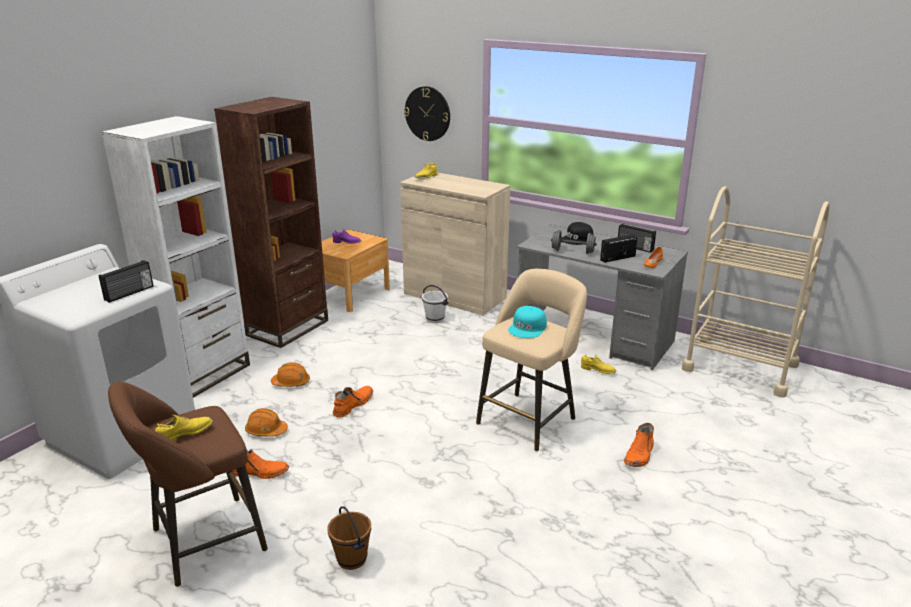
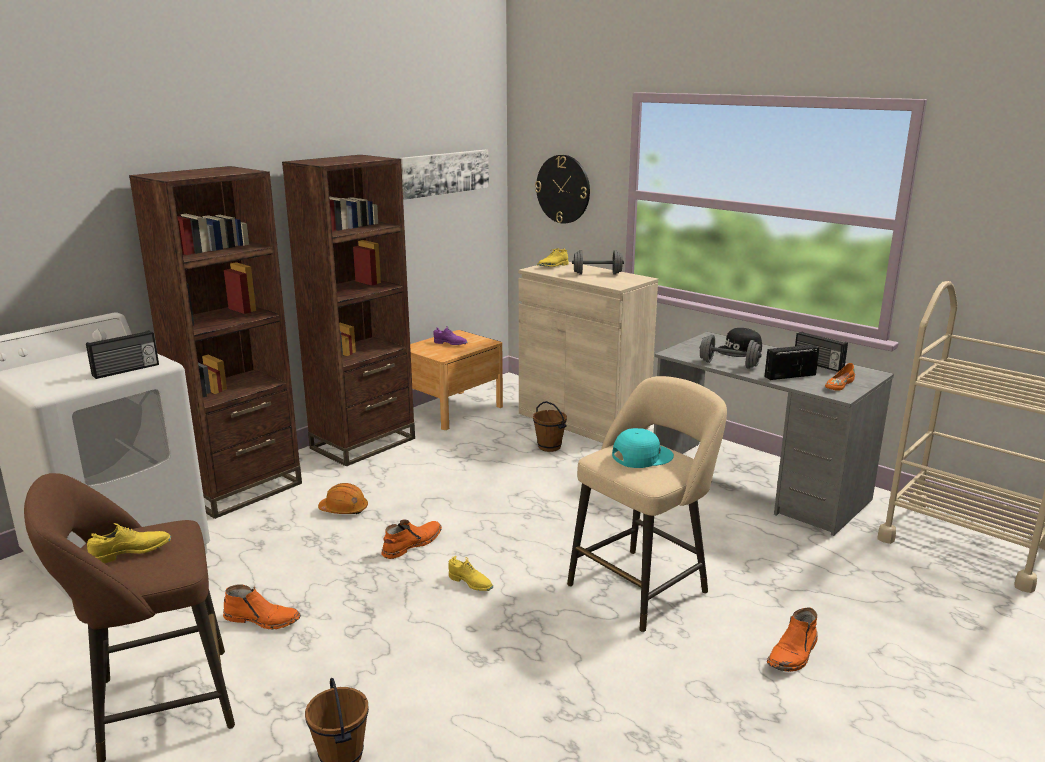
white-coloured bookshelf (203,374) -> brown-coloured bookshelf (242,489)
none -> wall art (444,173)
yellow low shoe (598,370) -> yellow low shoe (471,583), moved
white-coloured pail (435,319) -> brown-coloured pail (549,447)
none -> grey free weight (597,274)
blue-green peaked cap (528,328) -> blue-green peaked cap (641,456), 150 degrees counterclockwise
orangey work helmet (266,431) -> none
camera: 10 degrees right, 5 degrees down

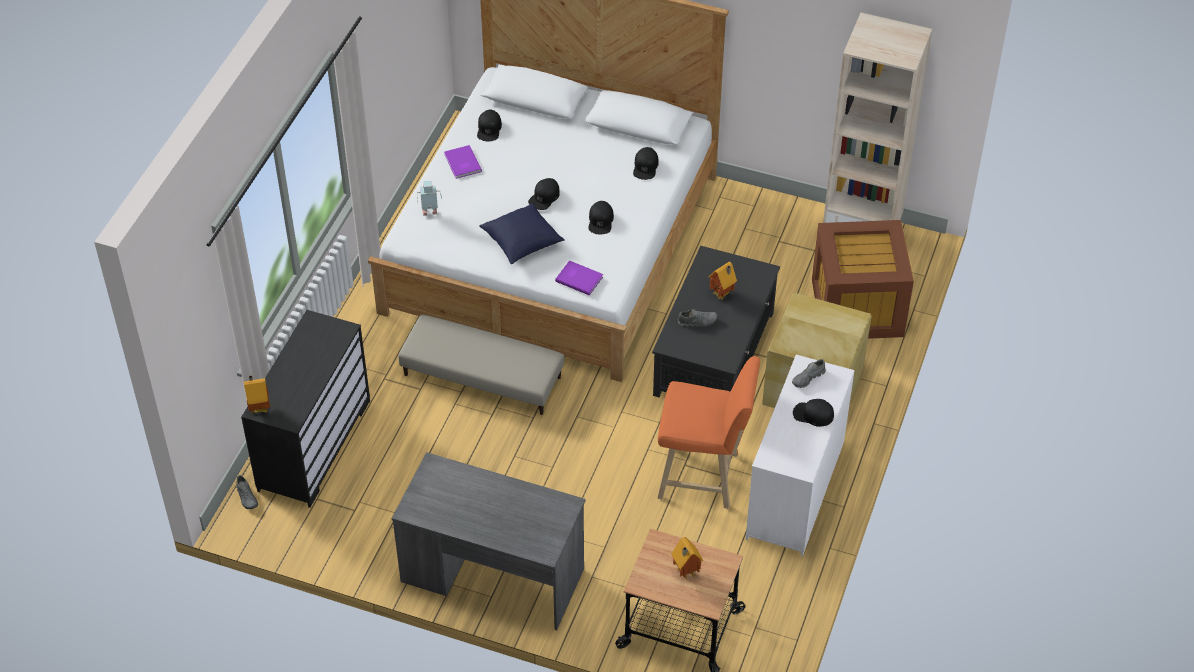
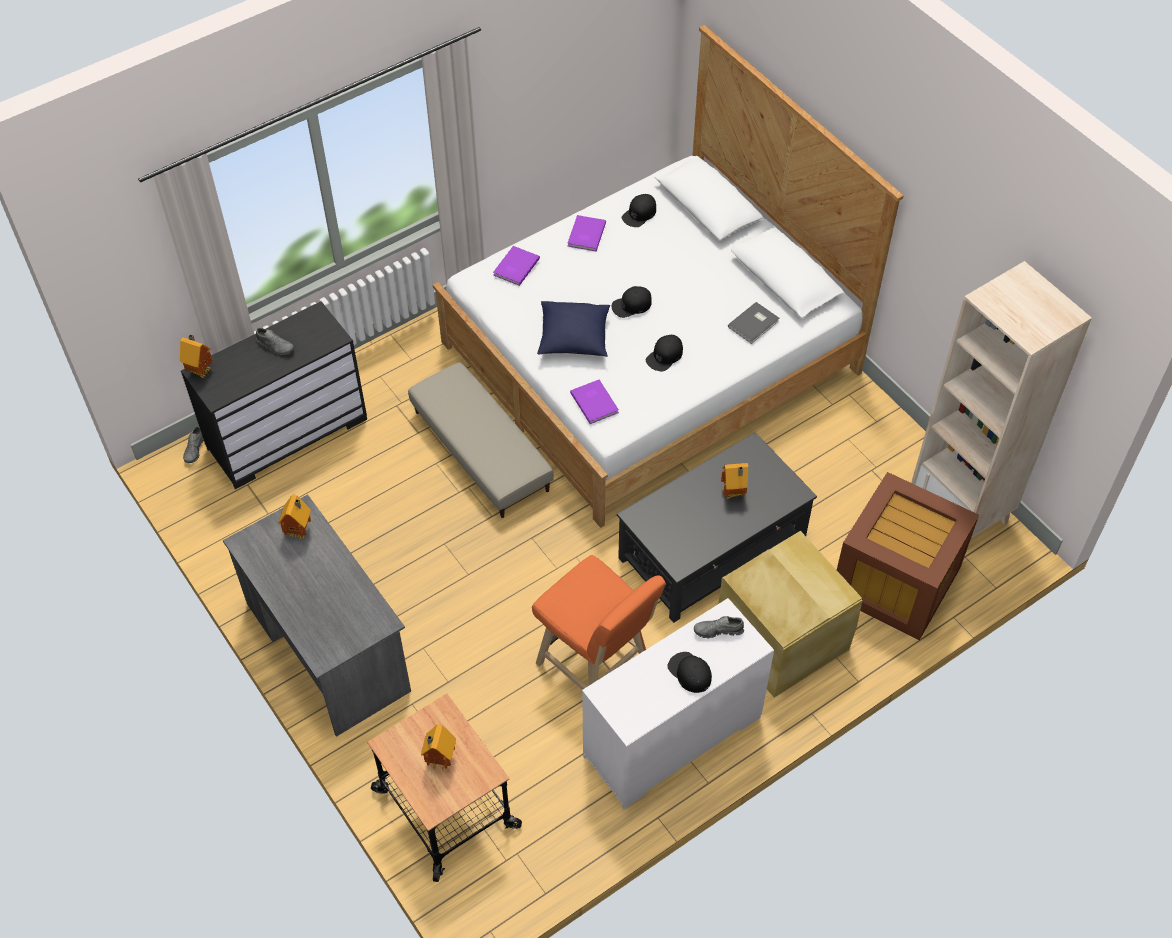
grey low shoe (697,321) -> grey low shoe (275,346), moved
none -> miniature house (300,532)
toy robot (430,212) -> purplish volume (515,267)
black peaked cap (645,166) -> grey volume (754,324)
camera: 35 degrees right, 5 degrees up

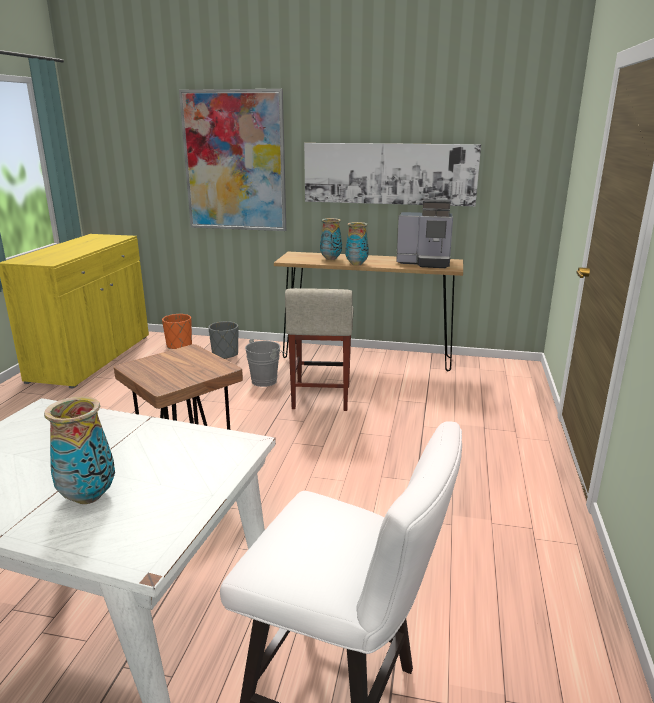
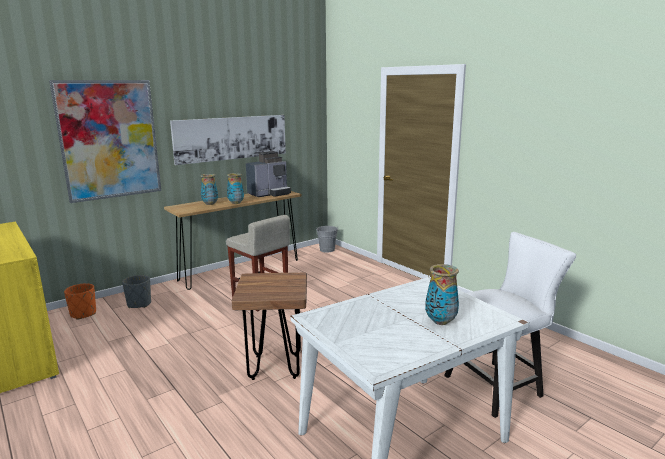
grey pail (266,380) -> grey pail (327,249), moved
camera: 50 degrees left, 5 degrees down

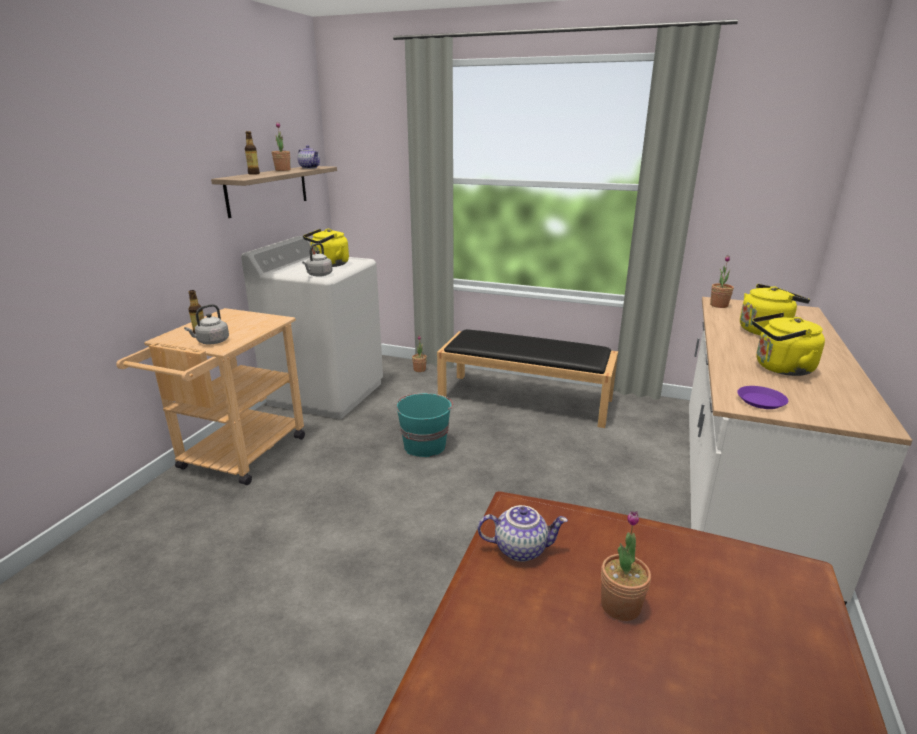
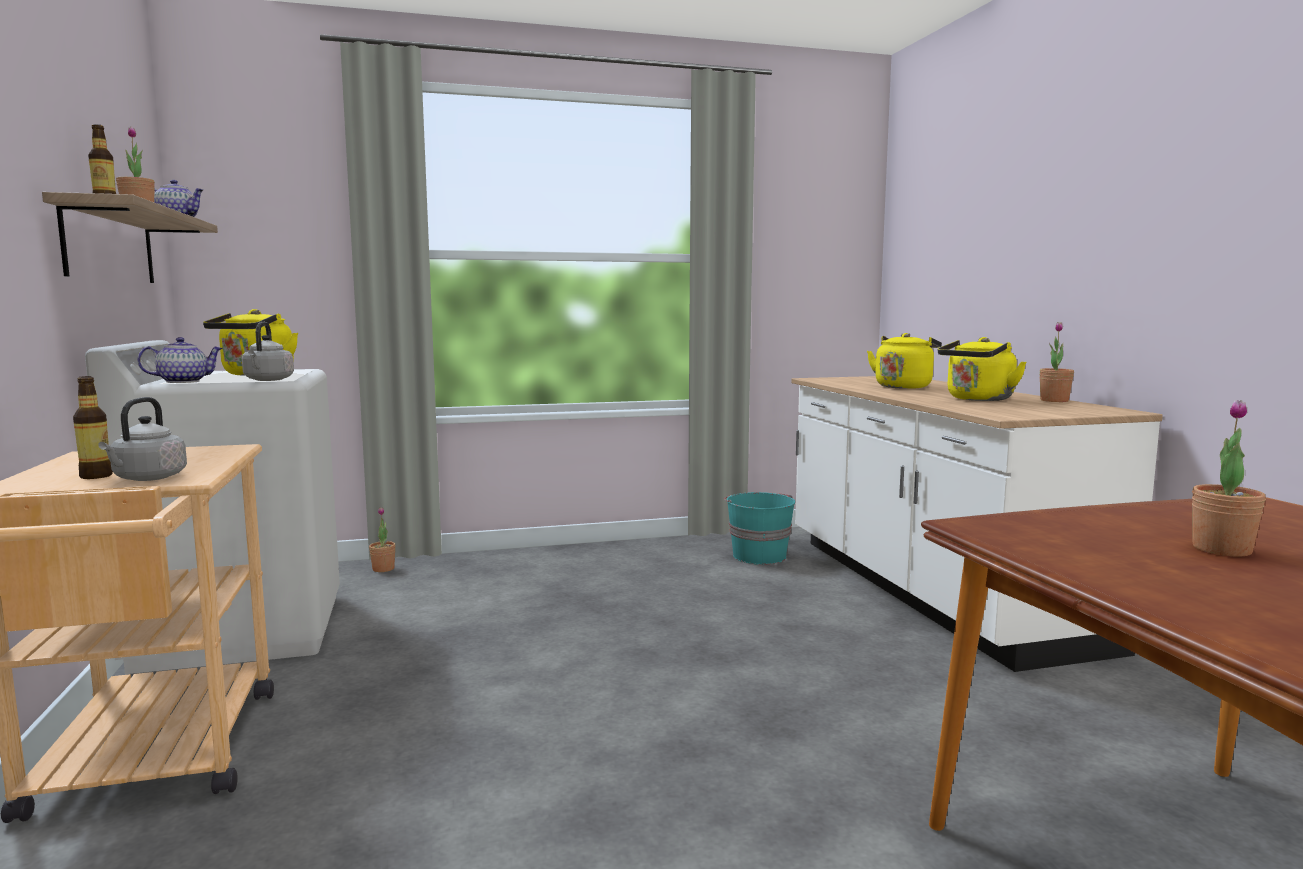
pot for tea (521,548) -> pot for tea (184,381), moved
blue-green pail (425,445) -> blue-green pail (758,556), moved
plant in a pot (719,305) -> plant in a pot (1054,400), moved
black indoor bench (526,399) -> none
purplish plate (761,401) -> none
camera: 35 degrees left, 15 degrees down

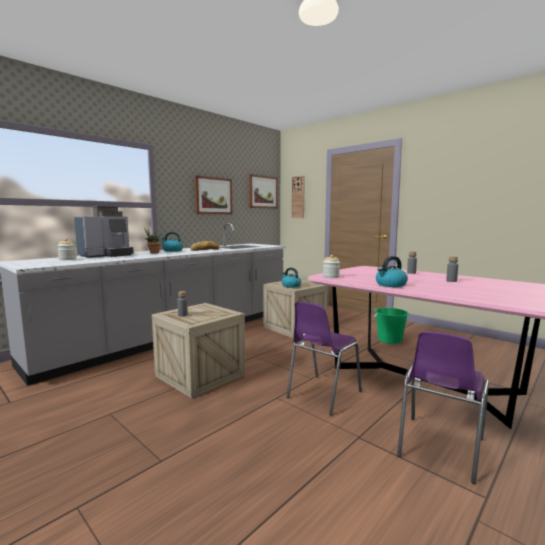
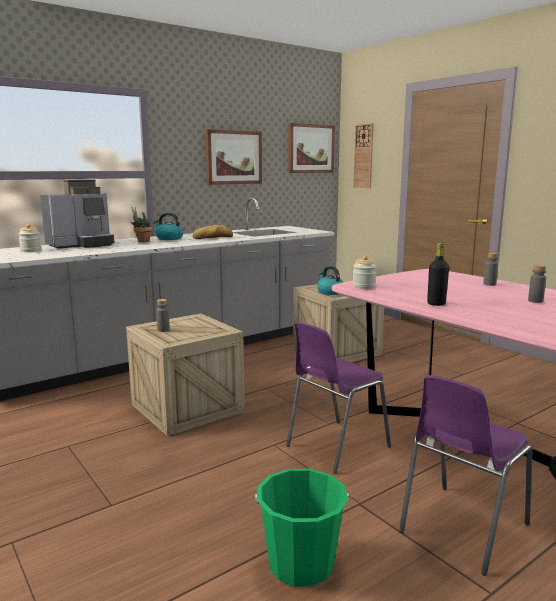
green pail (389,340) -> green pail (301,564), moved
water kettle (390,285) -> black bottle (436,304)
camera: 10 degrees right, 5 degrees up

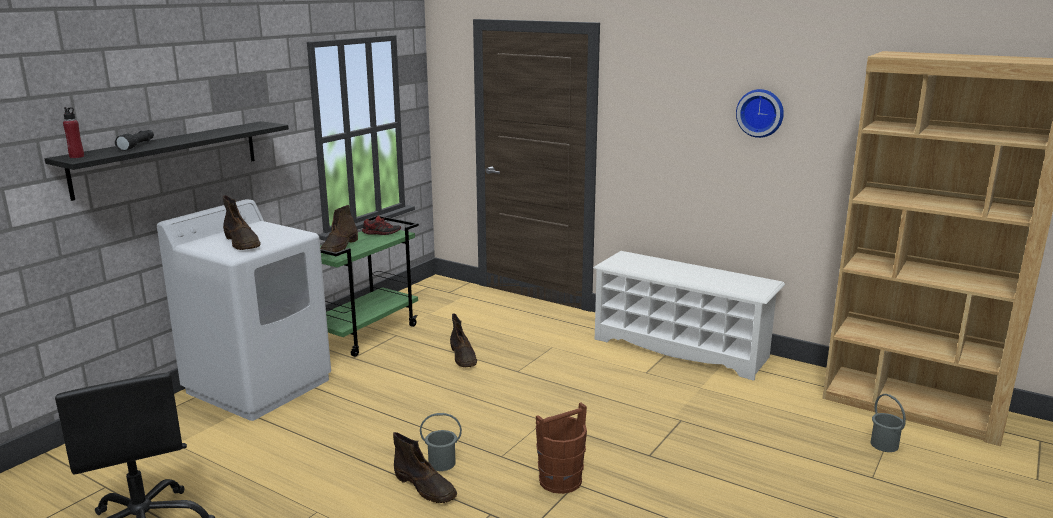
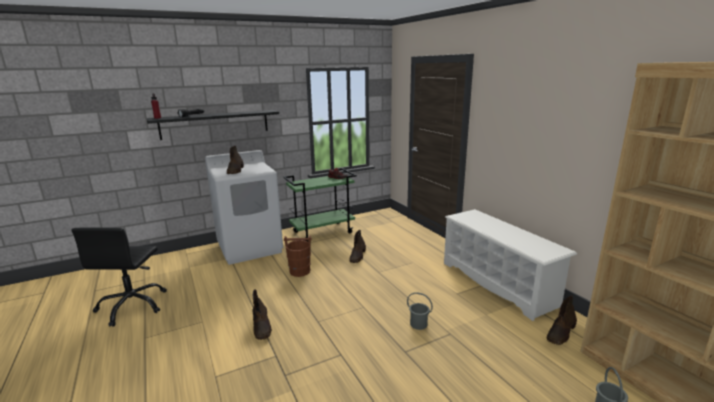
brown-coloured pail (560,480) -> brown-coloured pail (300,271), moved
grey pail (442,463) -> grey pail (418,324), moved
brown-coloured tall boot (339,247) -> brown-coloured tall boot (561,333), moved
wall clock (760,113) -> none
camera: 30 degrees right, 0 degrees up

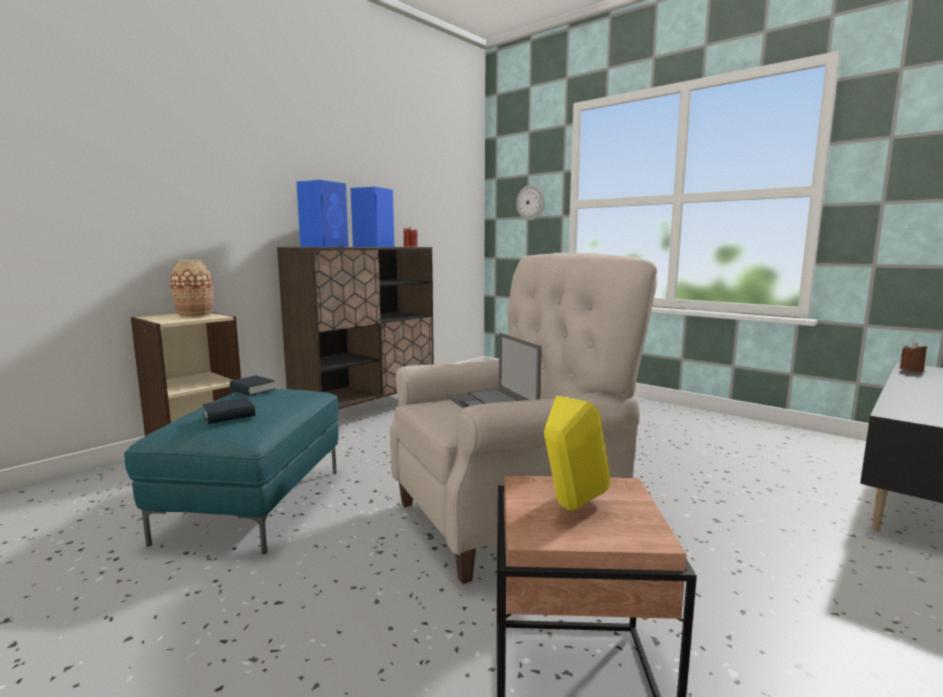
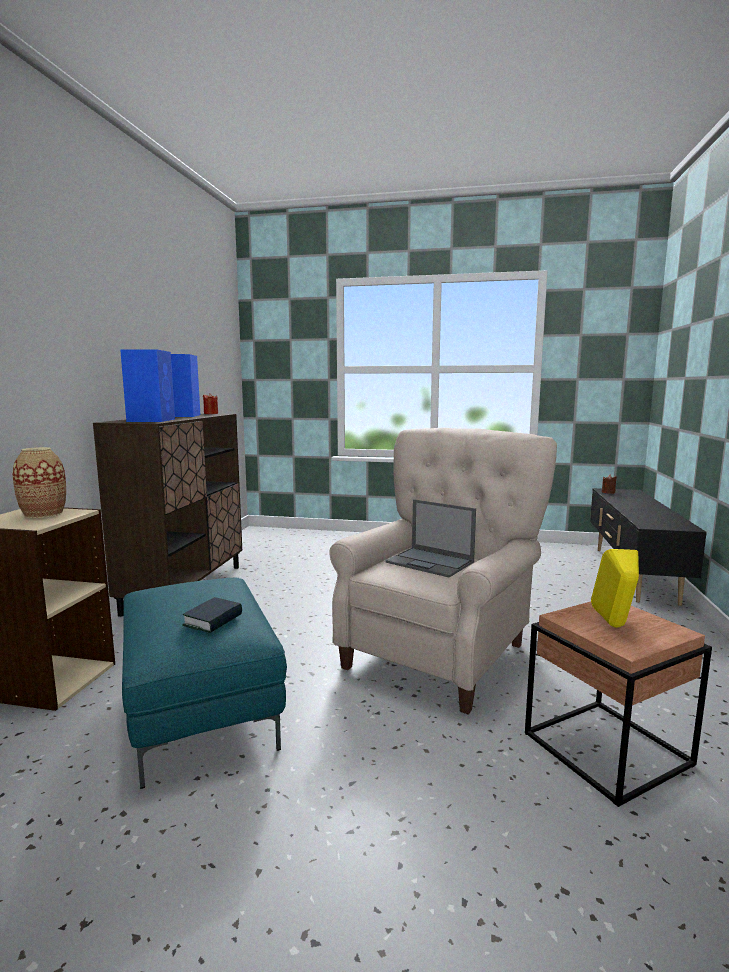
volume (252,390) -> none
wall clock (531,202) -> none
camera: 30 degrees left, 0 degrees up

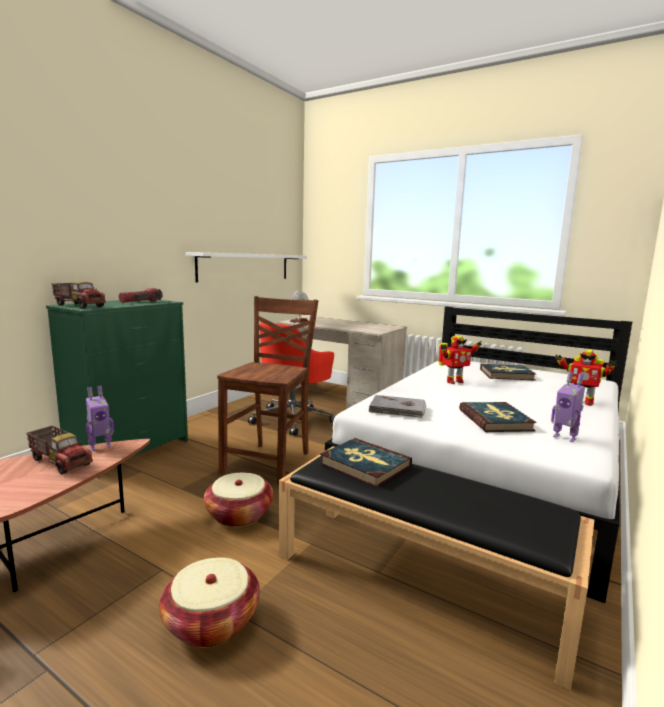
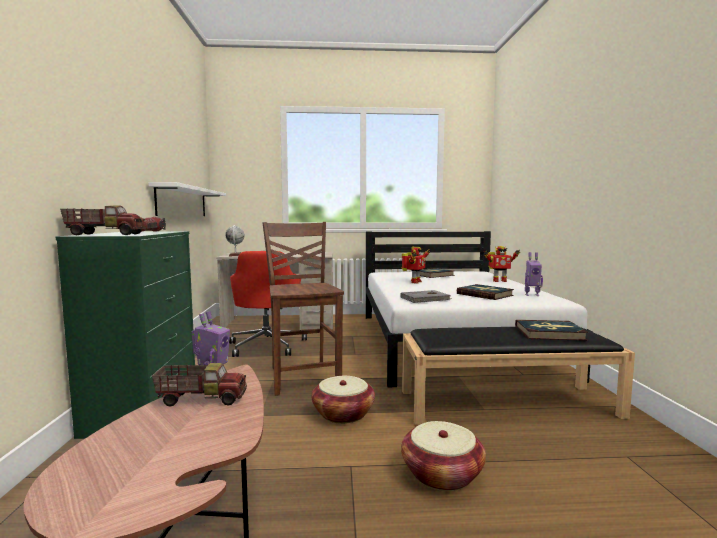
volume (365,465) -> volume (549,333), moved
camera: 35 degrees left, 5 degrees down

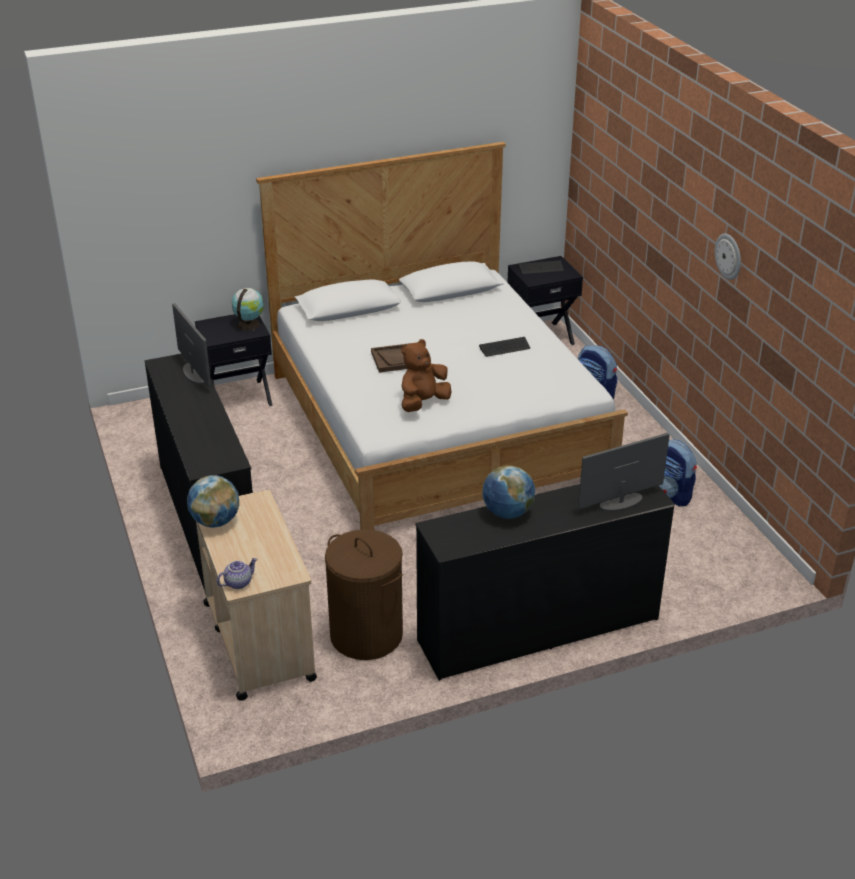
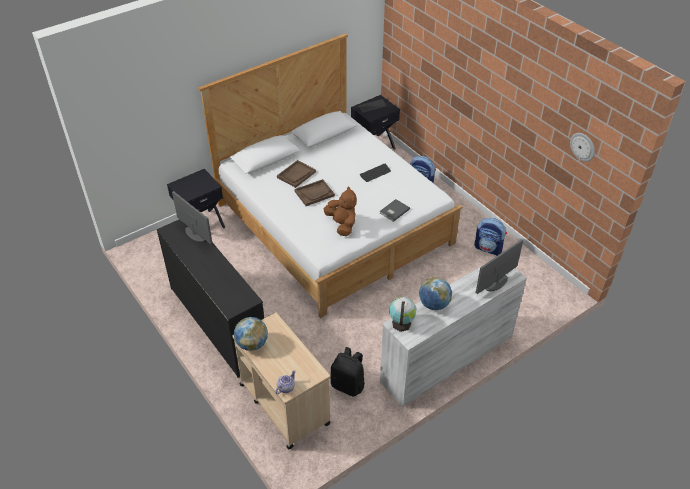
none -> brown-coloured tray (296,175)
brown-coloured plush toy (423,403) -> brown-coloured plush toy (342,225), 120 degrees clockwise
brown-coloured washing basket (366,635) -> black rucksack (348,385)
none -> grey volume (393,211)
black chest of drawers (537,629) -> white-coloured chest of drawers (446,358)
globe (249,324) -> globe (401,323), moved
wall clock (729,256) -> wall clock (583,146), moved
camera: 15 degrees left, 10 degrees up

